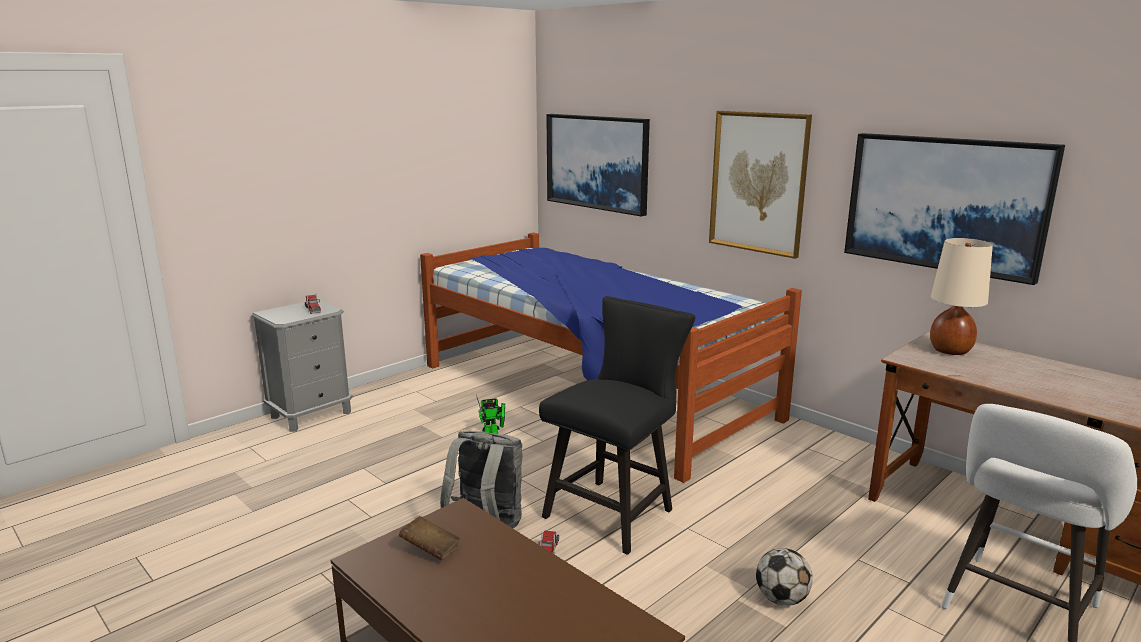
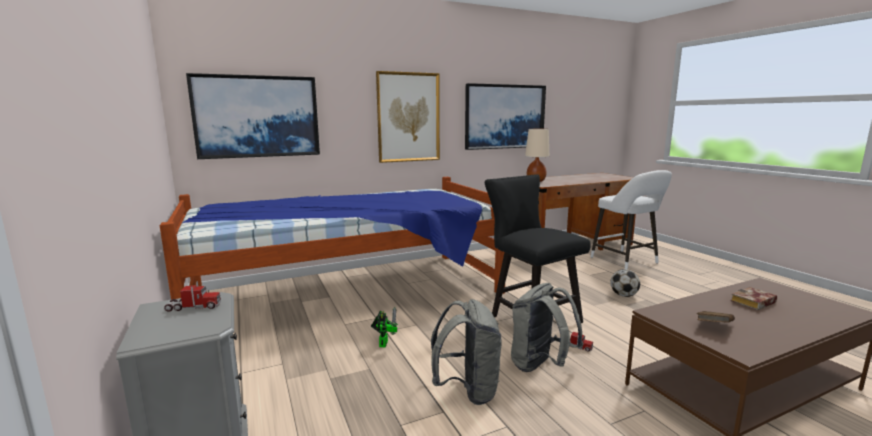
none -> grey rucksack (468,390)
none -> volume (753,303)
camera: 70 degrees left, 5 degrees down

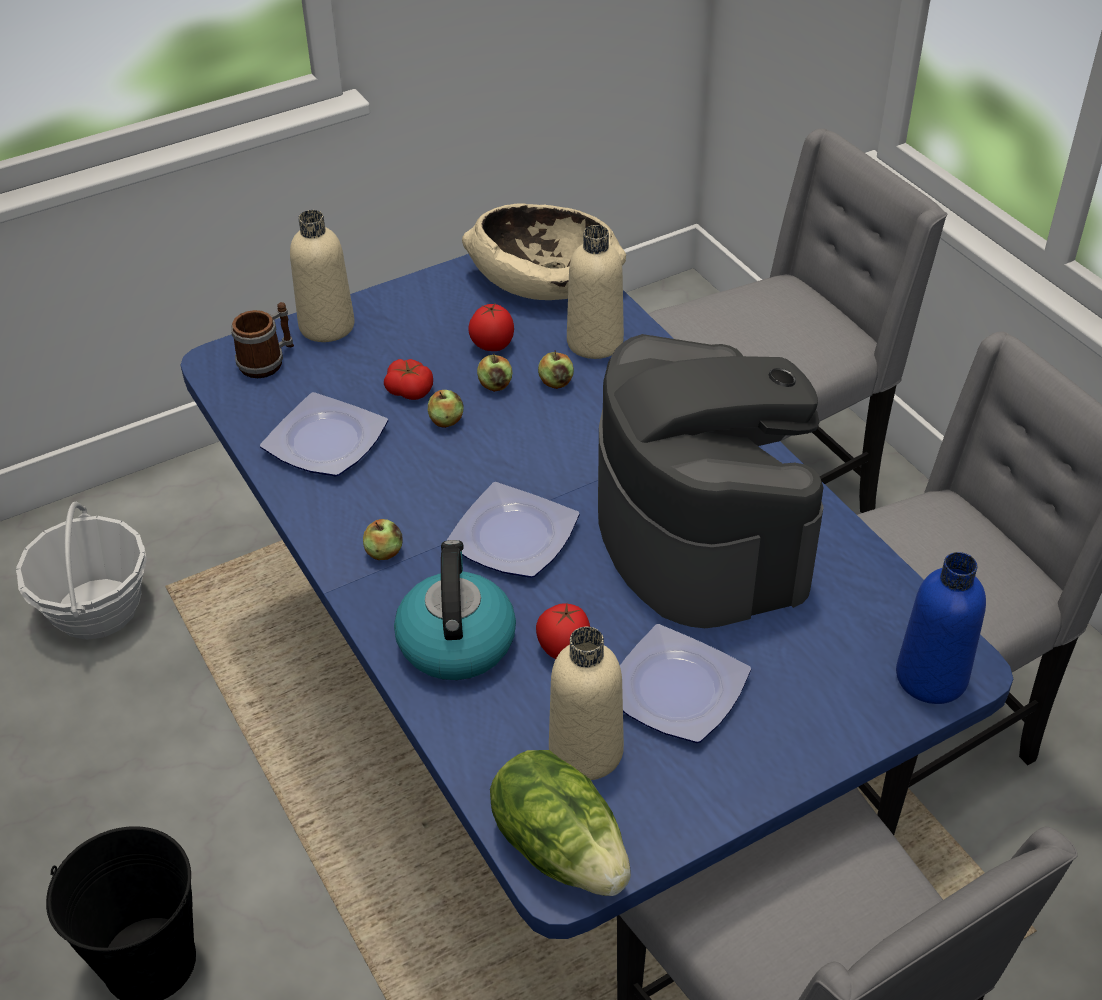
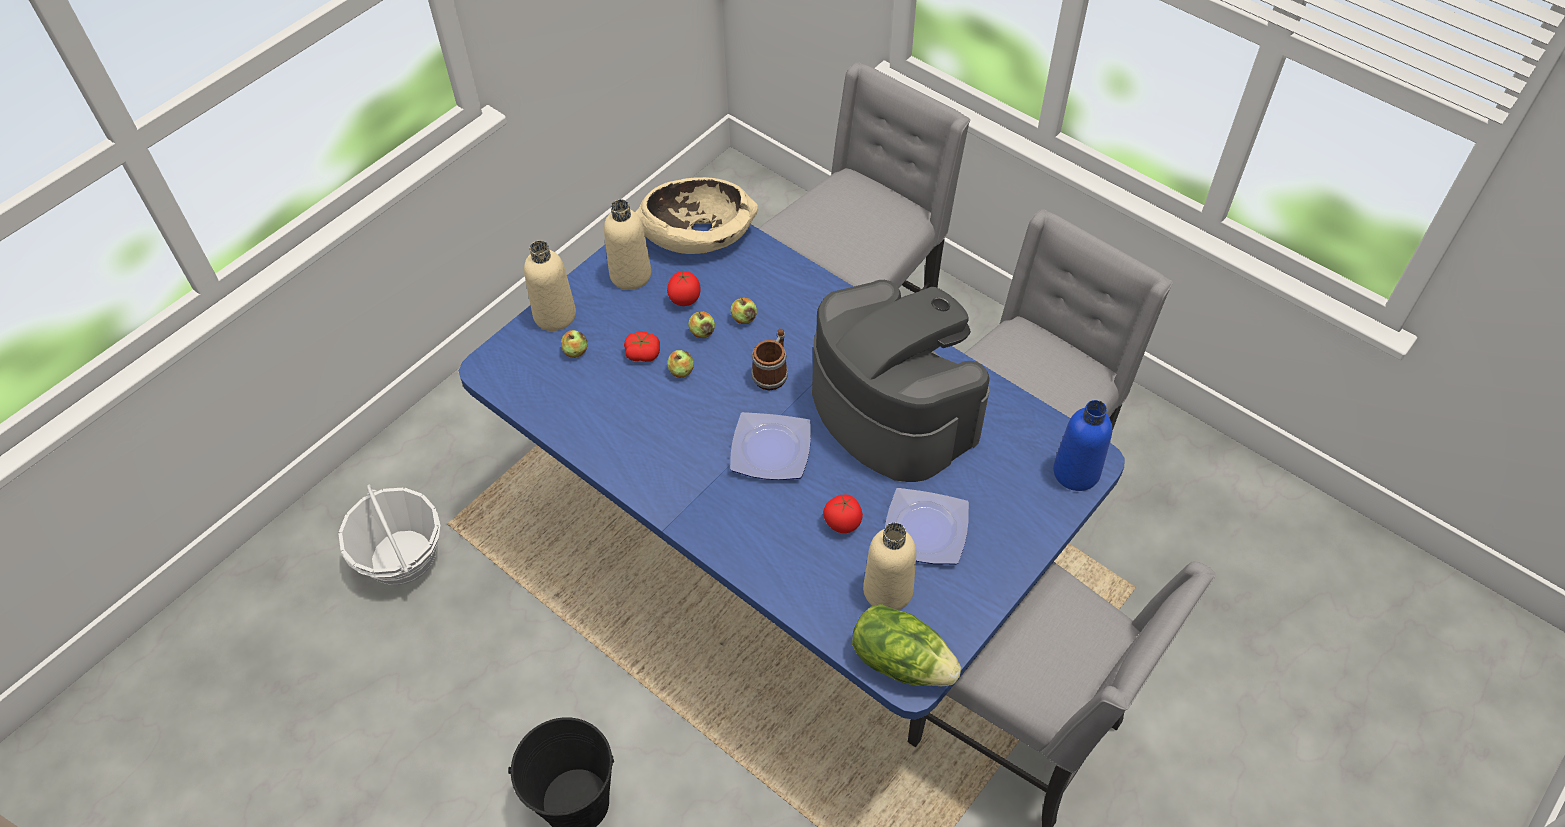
apple (384,552) -> apple (575,351), moved
sand-coloured bottle (595,342) -> sand-coloured bottle (630,275), moved
coffee mug (268,361) -> coffee mug (772,372), moved
plate (325,440) -> none
water kettle (456,640) -> none
camera: 20 degrees left, 10 degrees up

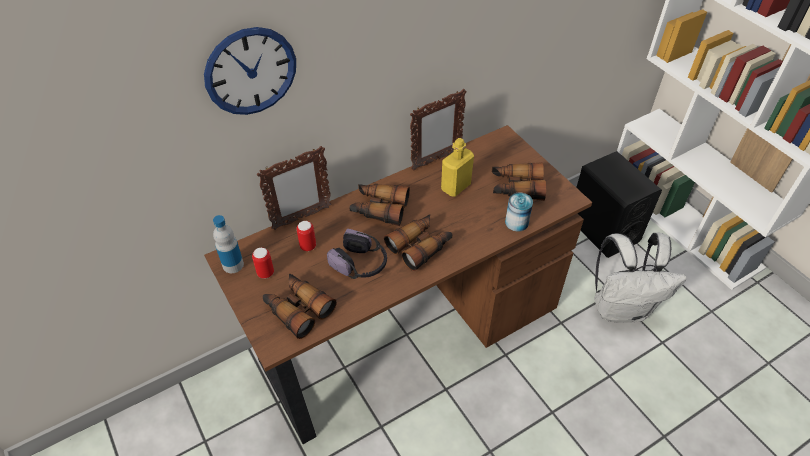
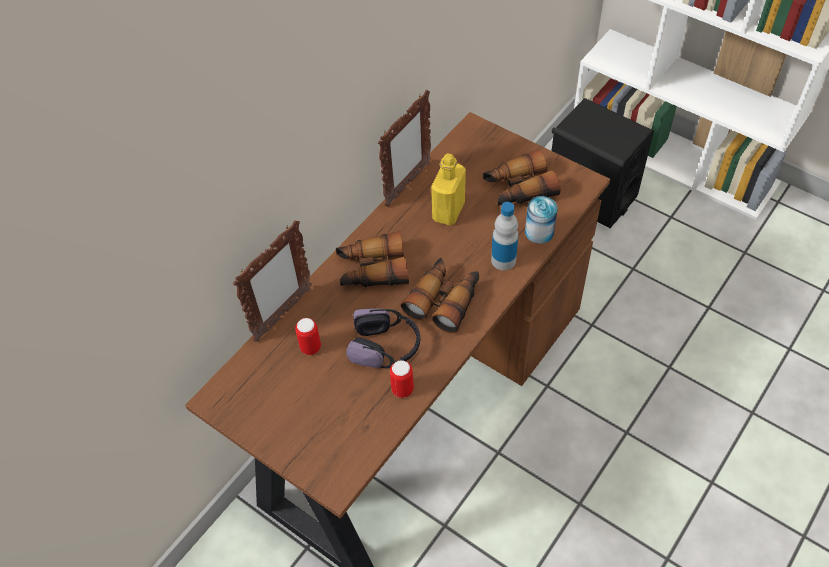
sealed can (265,273) -> sealed can (402,389), moved
bottle (233,265) -> bottle (503,260), moved
wall clock (250,71) -> none
binoculars (298,309) -> none
white-coloured rucksack (621,308) -> none
camera: 20 degrees left, 5 degrees up

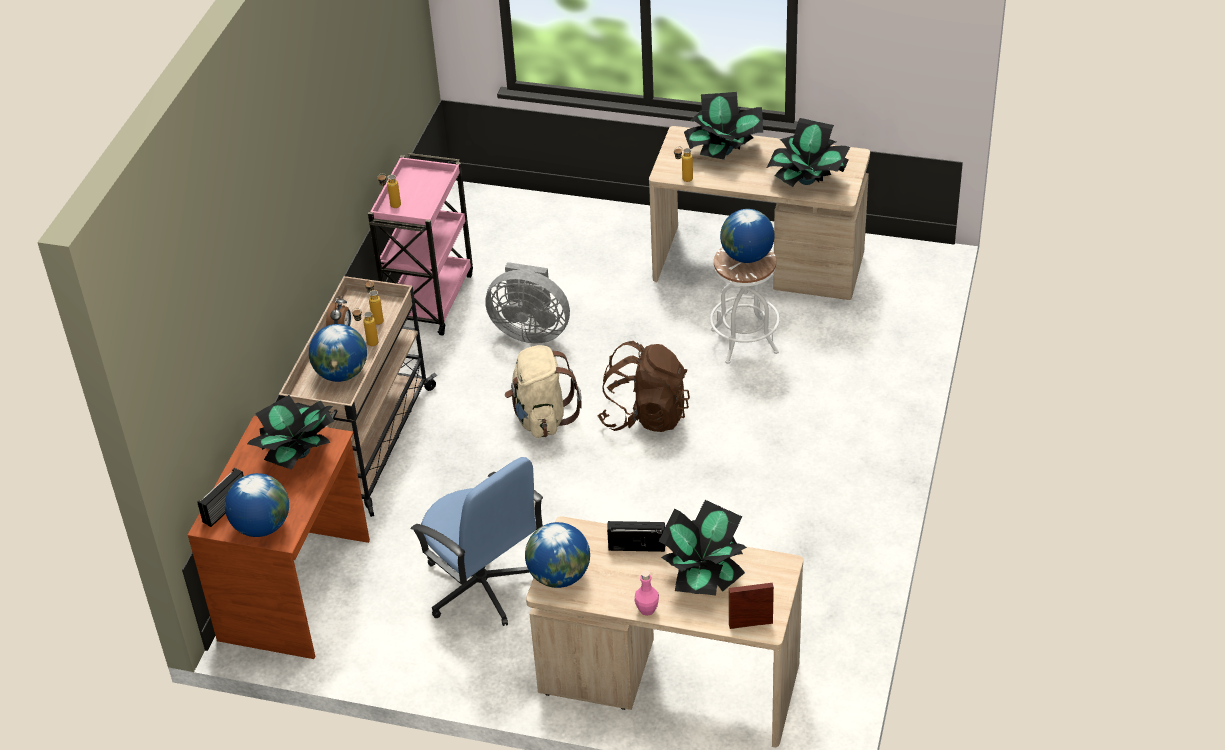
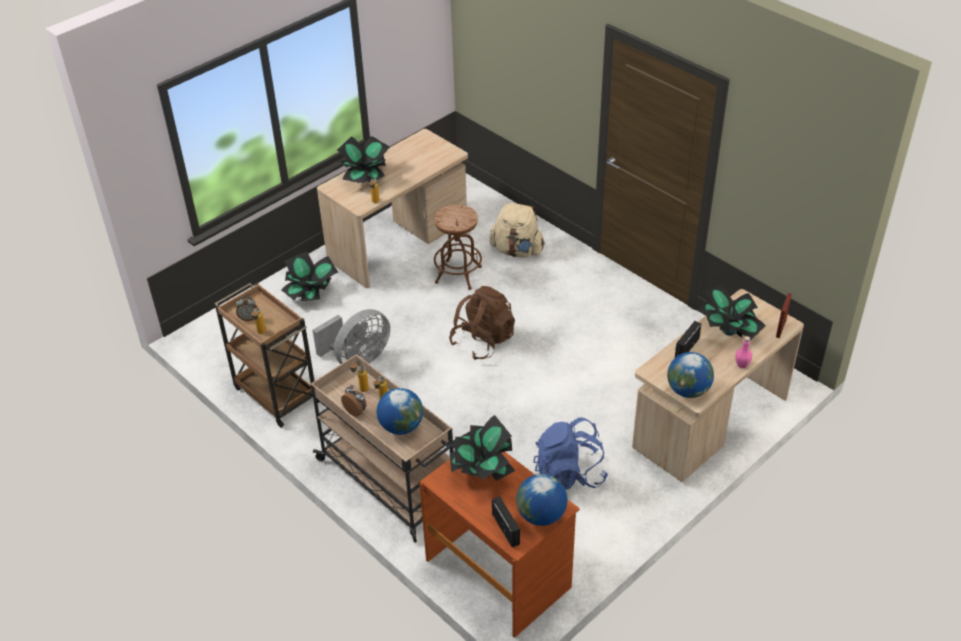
pink wheeled cart (430,298) -> brown-coloured wheeled cart (275,394)
none -> alarm clock (248,318)
plant in a pot (807,180) -> plant in a pot (311,293), moved
white-coloured stool (744,341) -> brown-coloured stool (458,275)
sand-coloured rucksack (542,417) -> sand-coloured rucksack (517,250), moved
blue-coloured computer chair (482,586) -> blue-coloured rucksack (569,474)
globe (747,256) -> none
camera: 60 degrees left, 0 degrees up

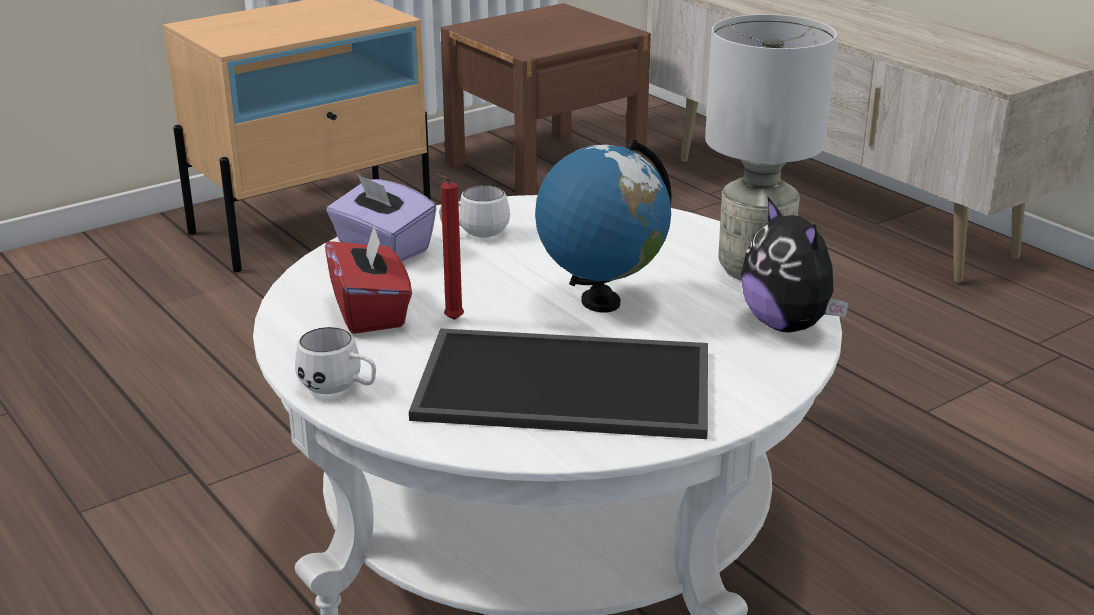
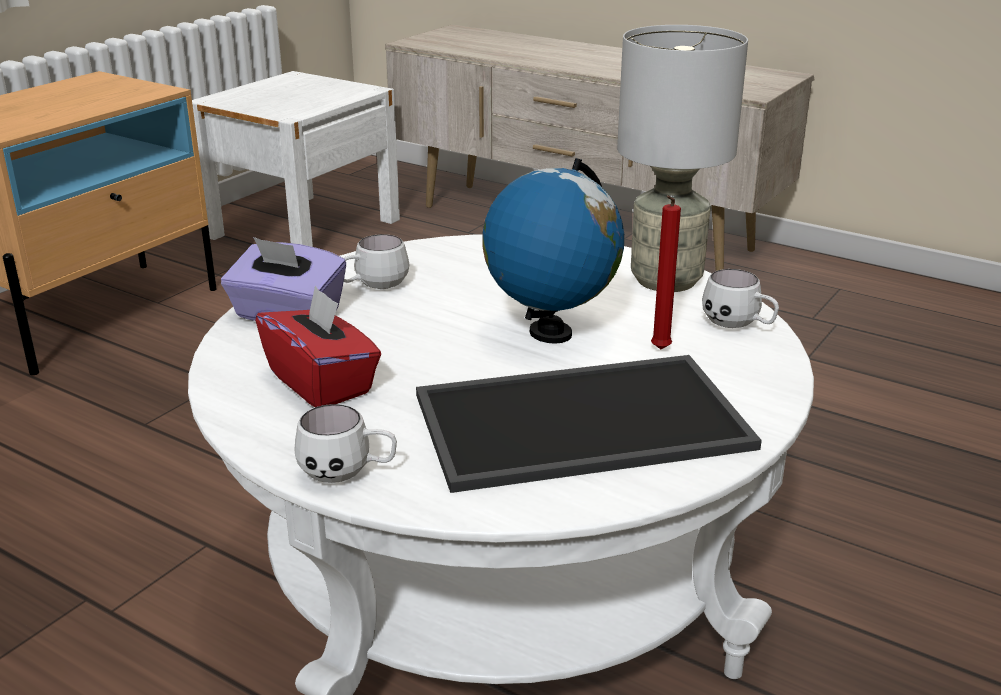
brown-coloured night table (545,167) -> white-coloured night table (303,228)
reddish wax light (451,321) -> reddish wax light (659,351), moved
plush toy (788,325) -> white-coloured coffee mug (739,326)
camera: 20 degrees left, 0 degrees up

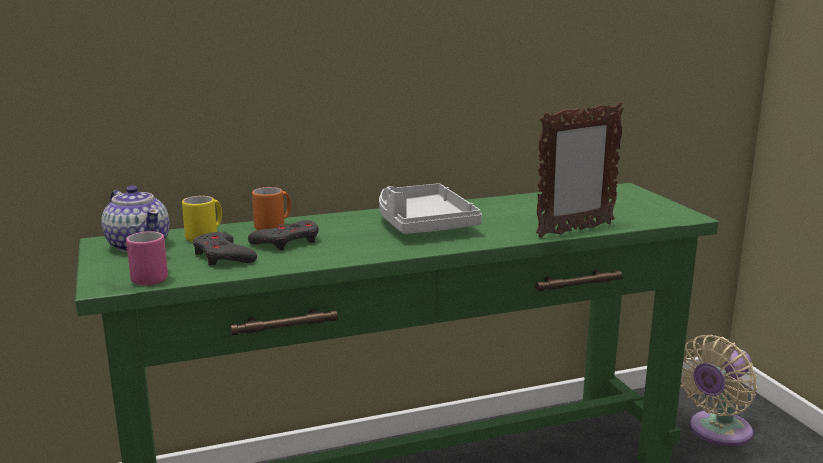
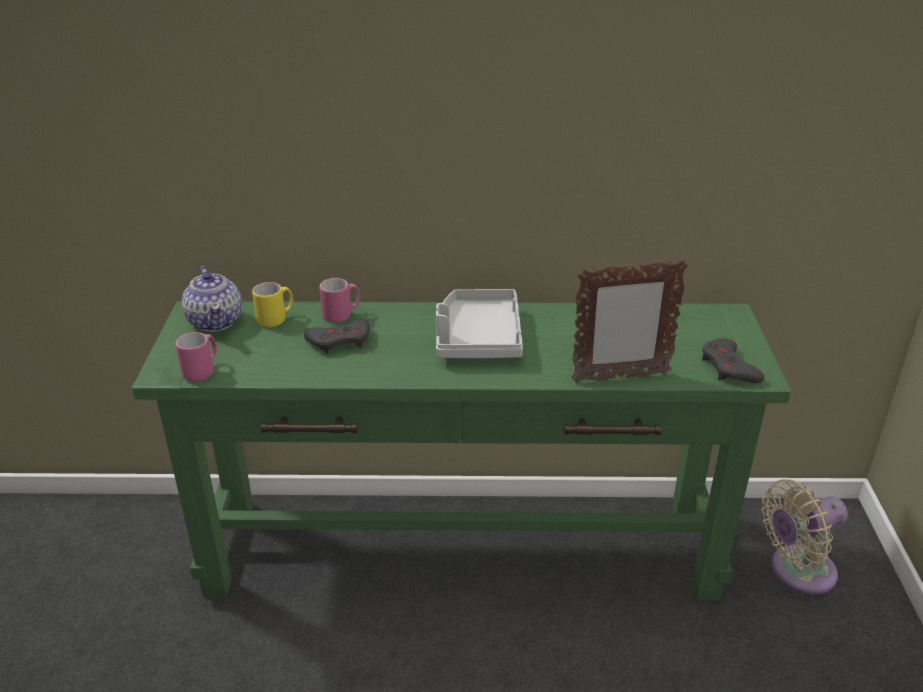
orangey coffee mug (274,226) -> pink coffee mug (342,315)
grey joypad (223,256) -> grey joypad (729,367), moved
camera: 20 degrees right, 15 degrees up

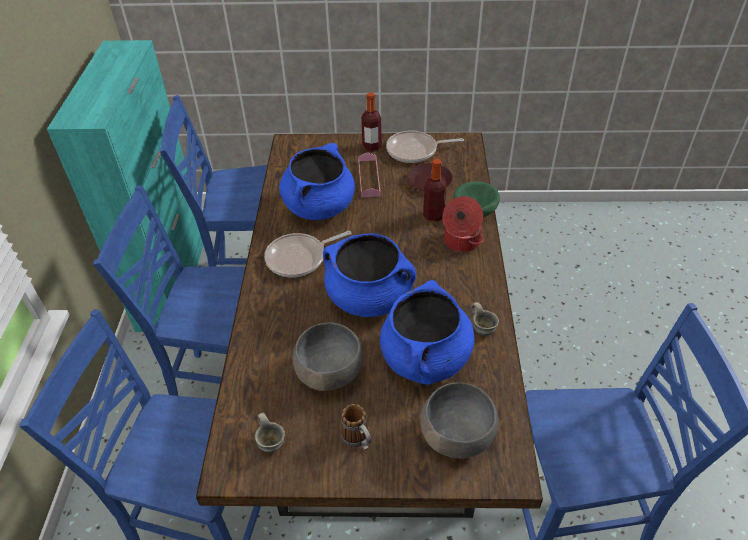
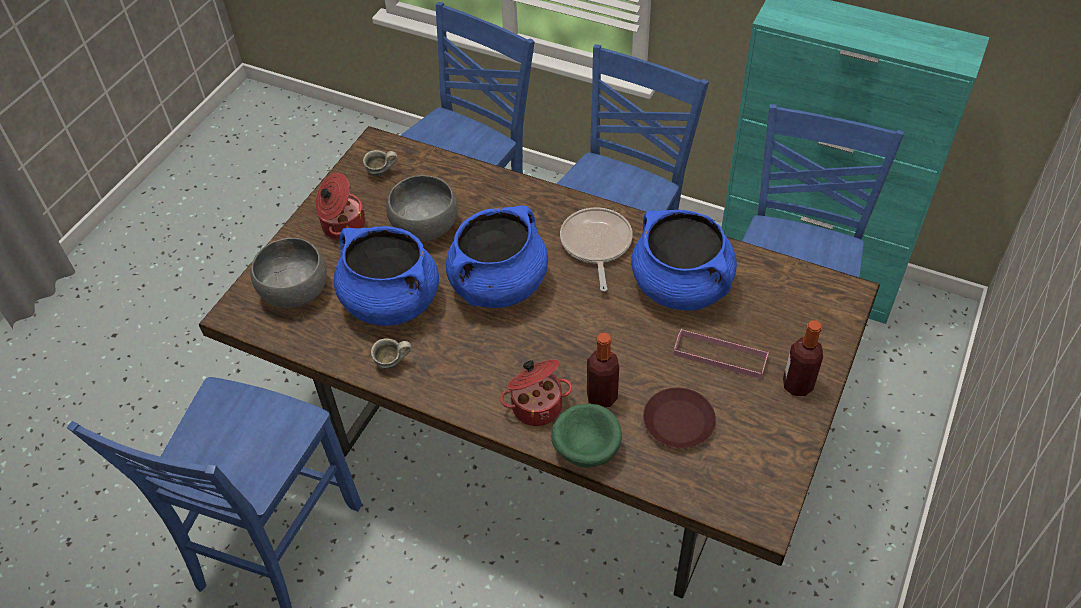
coffee mug (358,440) -> cooking pot (342,225)
skillet (415,151) -> none
camera: 115 degrees right, 5 degrees up

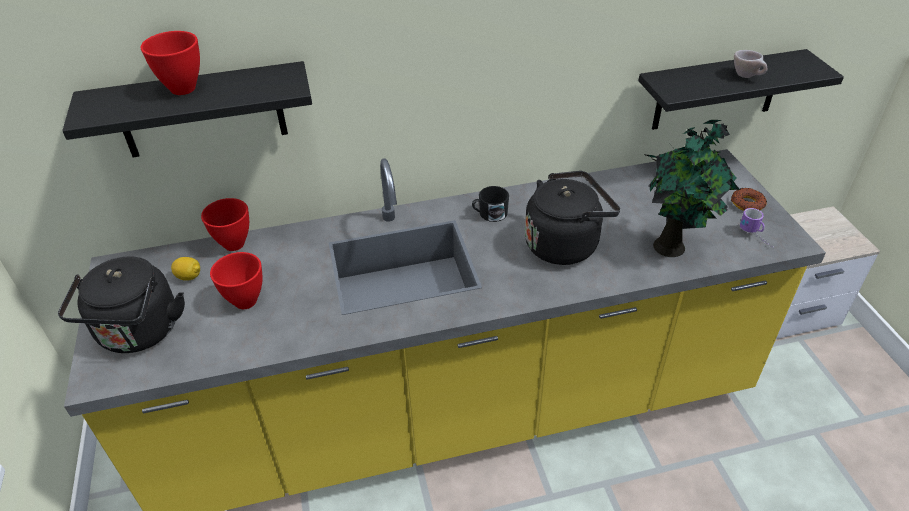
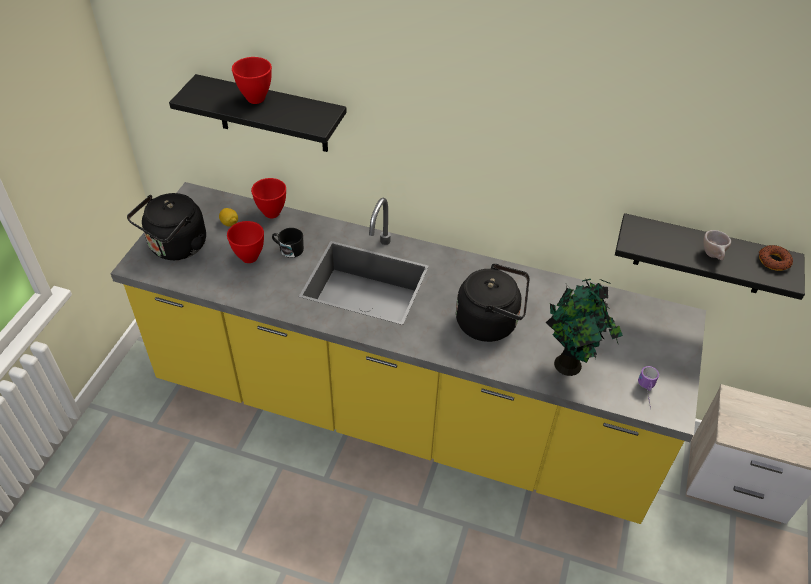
black coffee mug (489,214) -> black coffee mug (288,249), moved
doughnut (747,204) -> doughnut (773,261), moved
camera: 30 degrees right, 5 degrees up

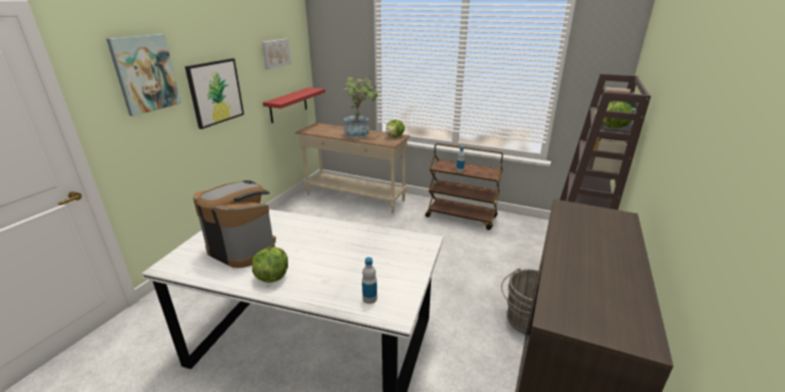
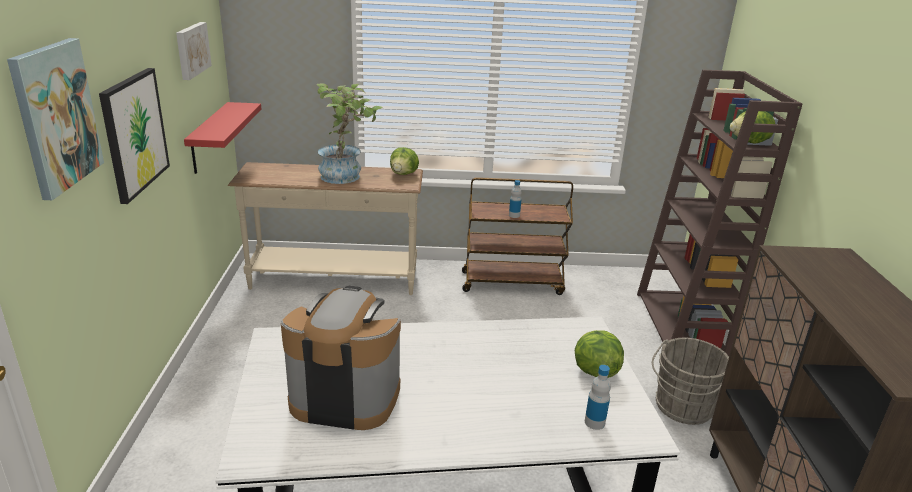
head of lettuce (272,276) -> head of lettuce (594,371), moved
camera: 25 degrees left, 0 degrees up

